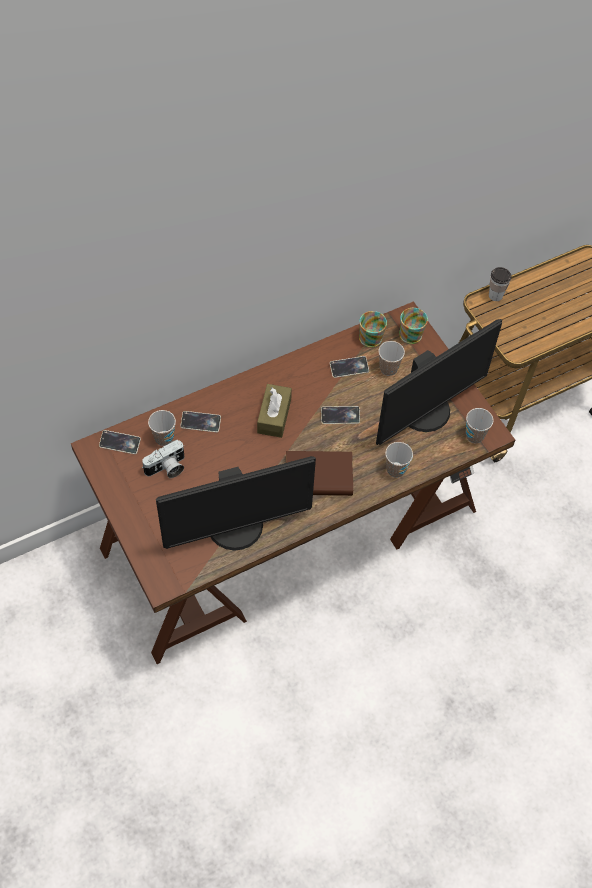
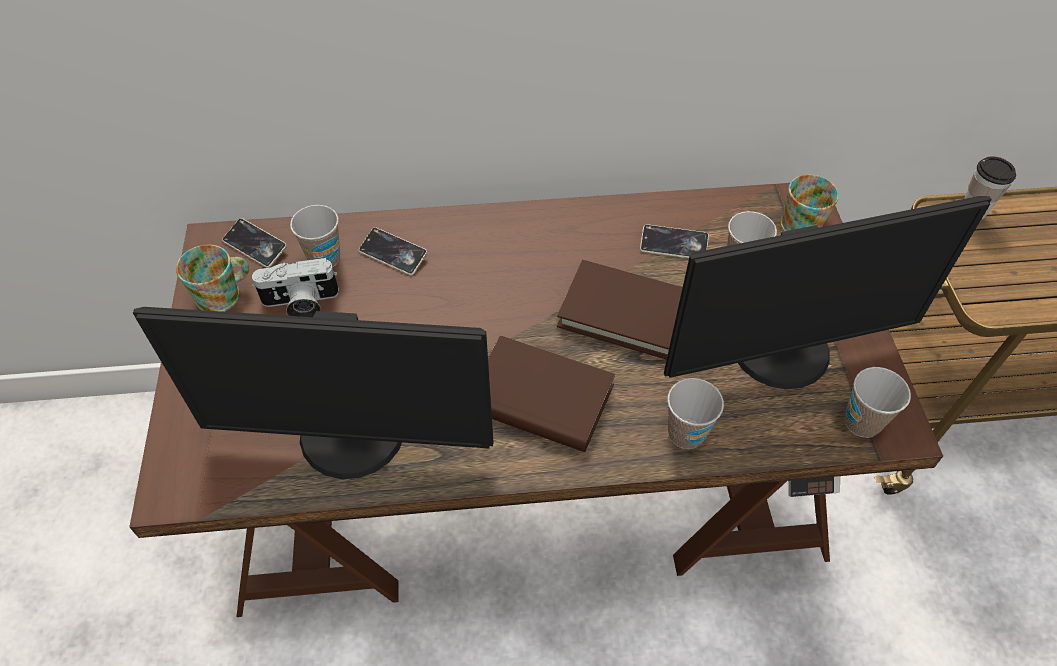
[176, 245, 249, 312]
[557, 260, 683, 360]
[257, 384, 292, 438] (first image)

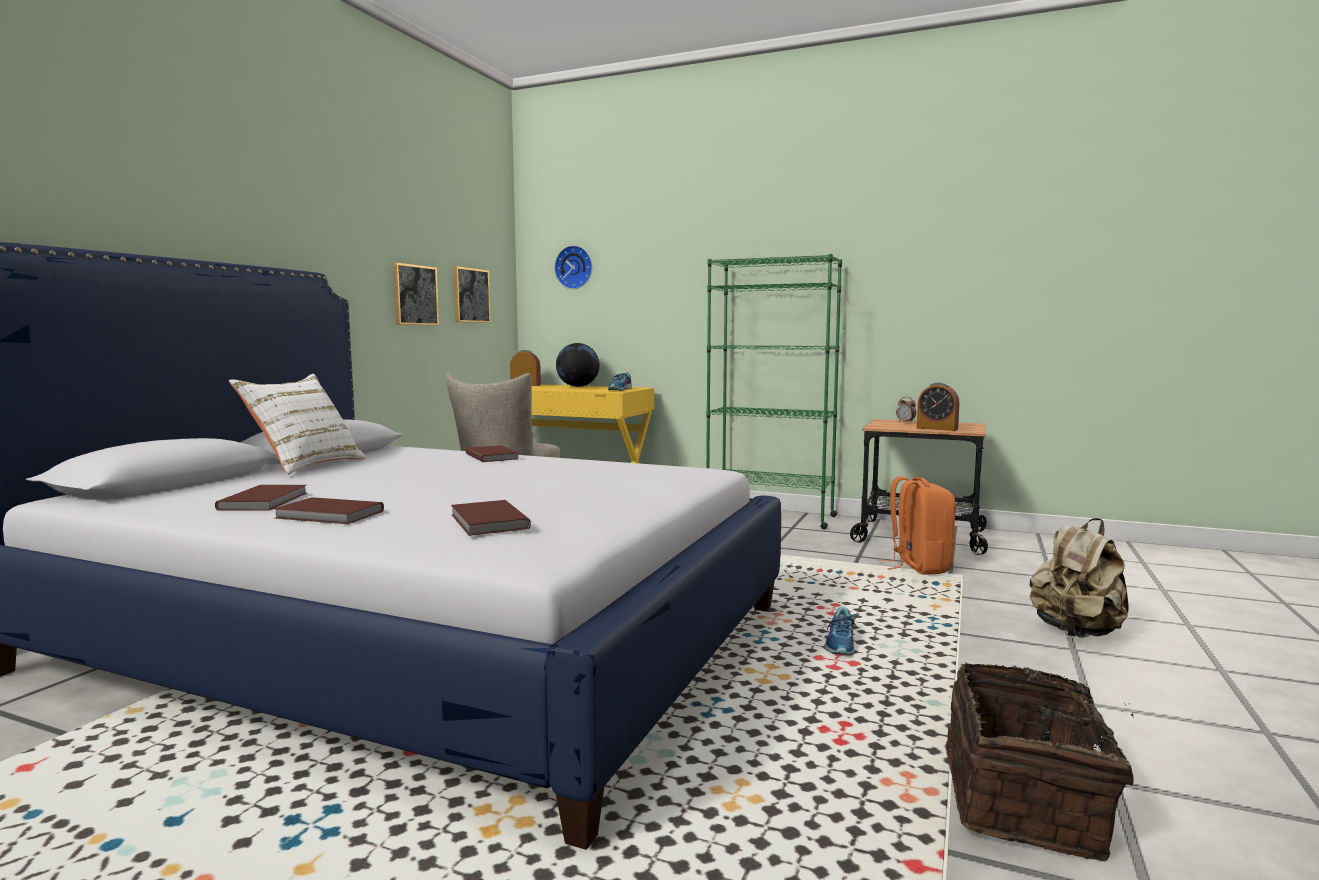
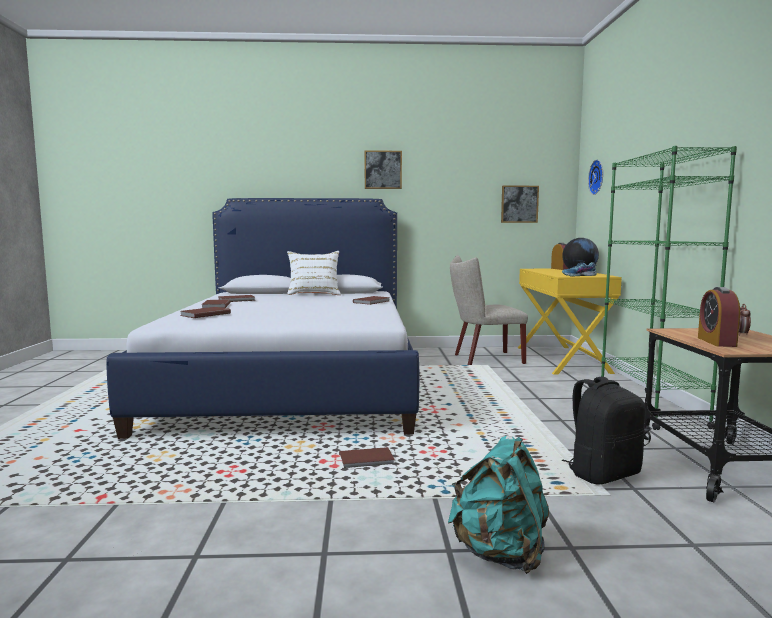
[339, 447, 395, 468]
[364, 150, 402, 189]
[448, 436, 549, 574]
[562, 376, 645, 484]
[946, 662, 1133, 862] (first image)

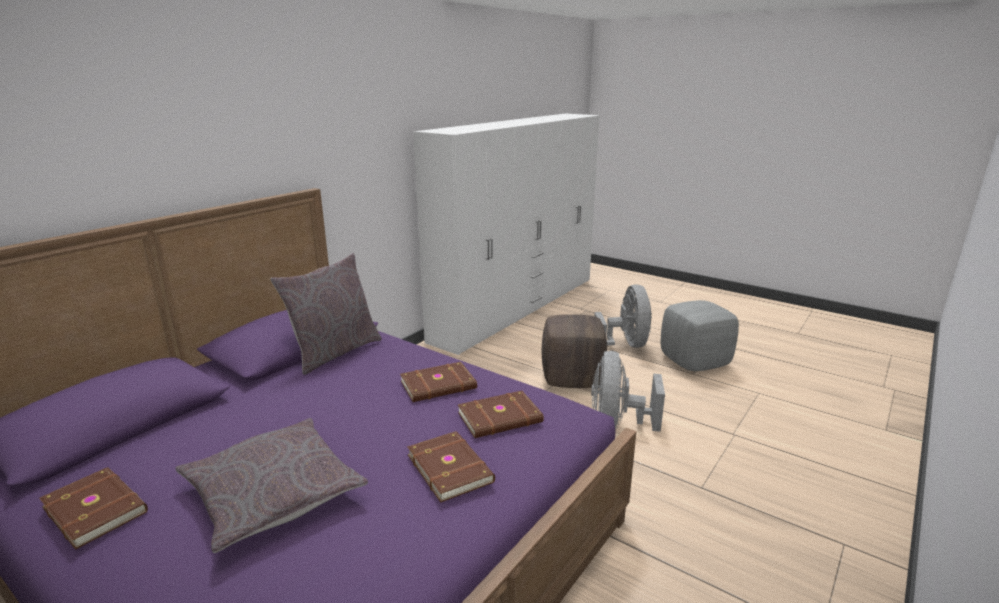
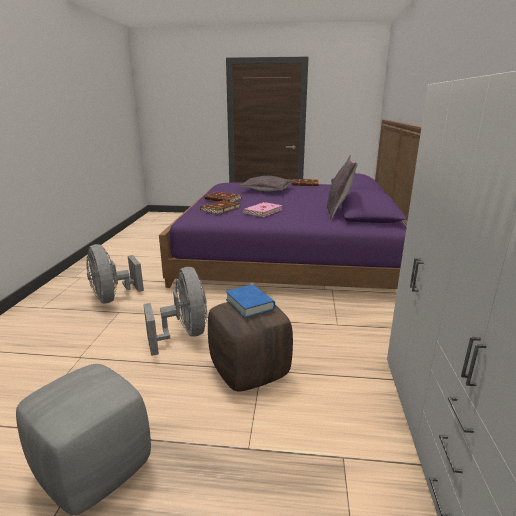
[86, 244, 144, 303]
[226, 285, 275, 318]
[243, 202, 283, 217]

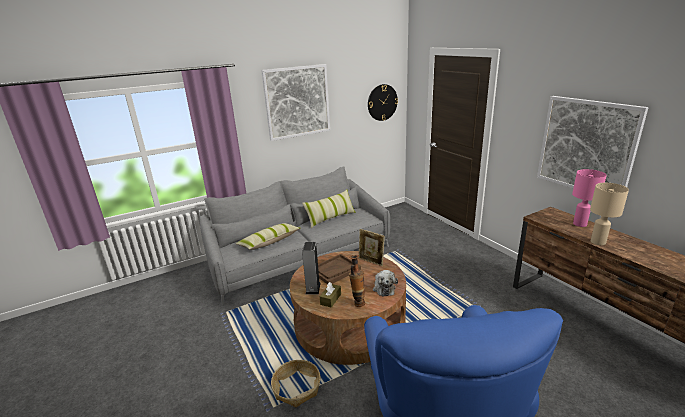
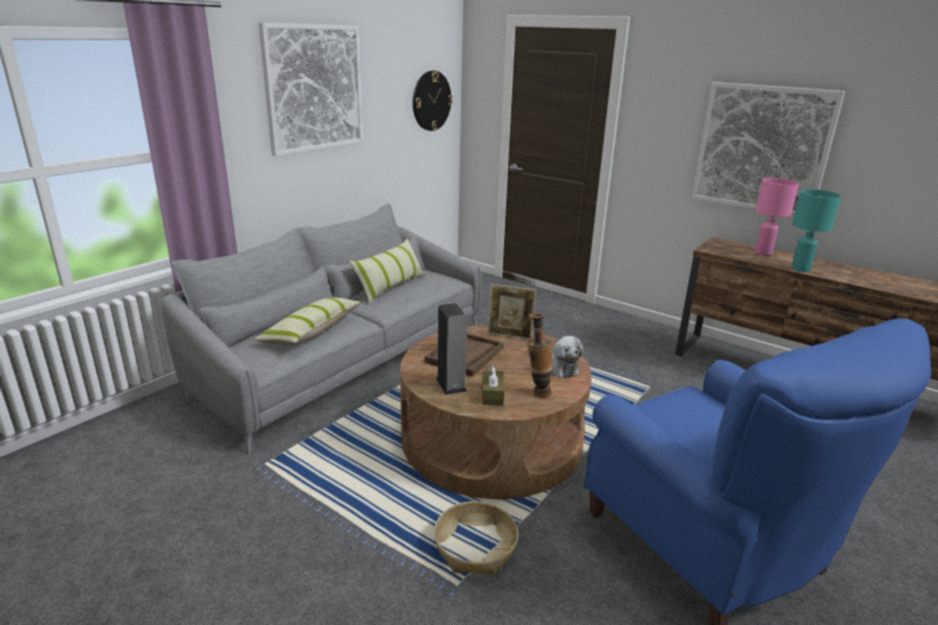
[791, 189, 841, 272]

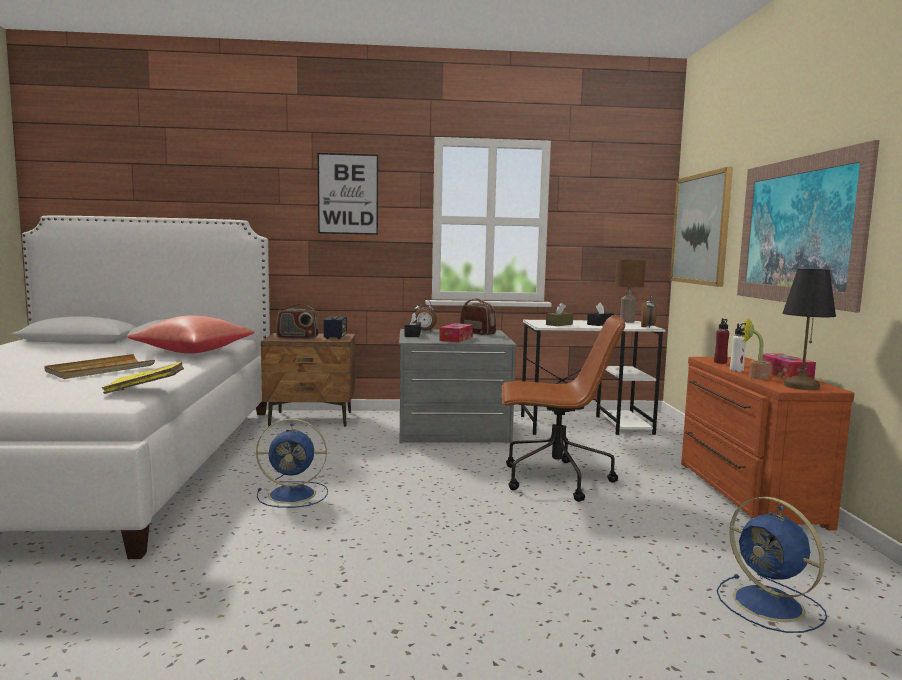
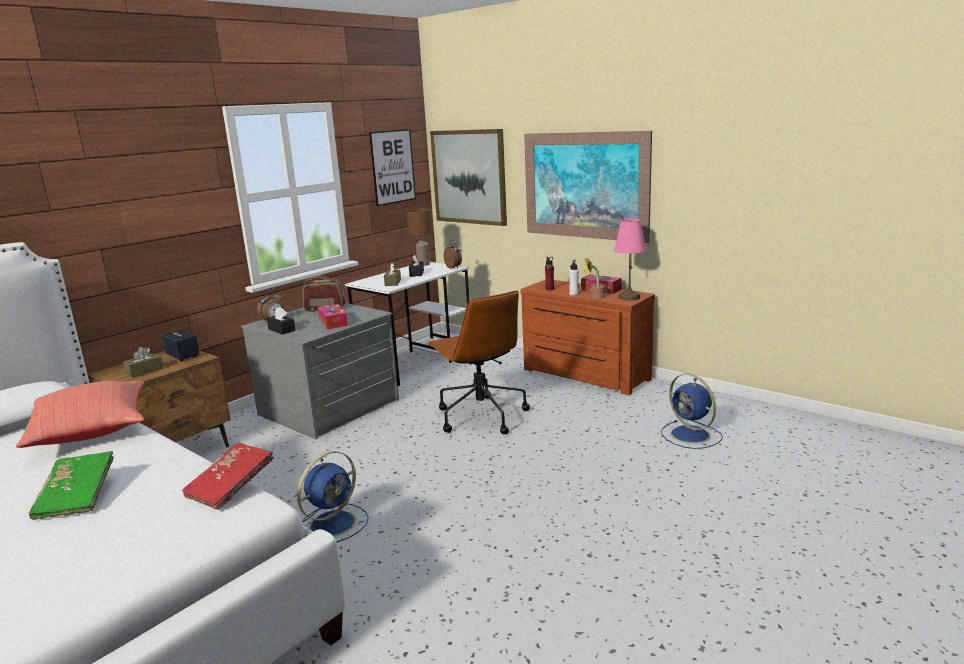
[29, 451, 114, 520]
[123, 347, 164, 378]
[182, 443, 274, 510]
[369, 129, 416, 206]
[427, 291, 530, 434]
[614, 219, 646, 301]
[661, 373, 723, 449]

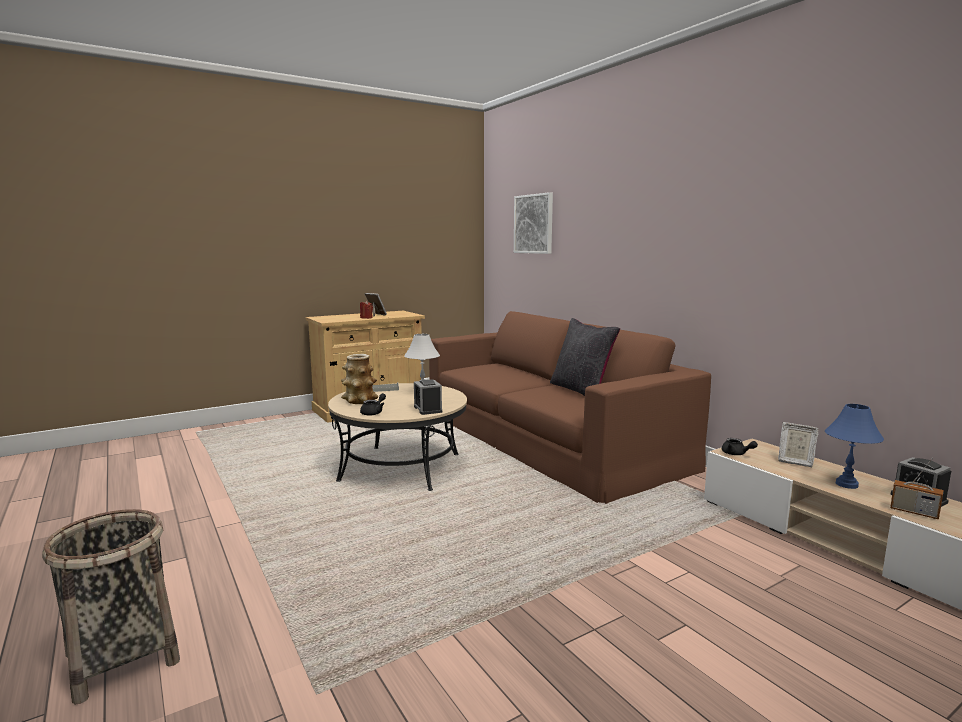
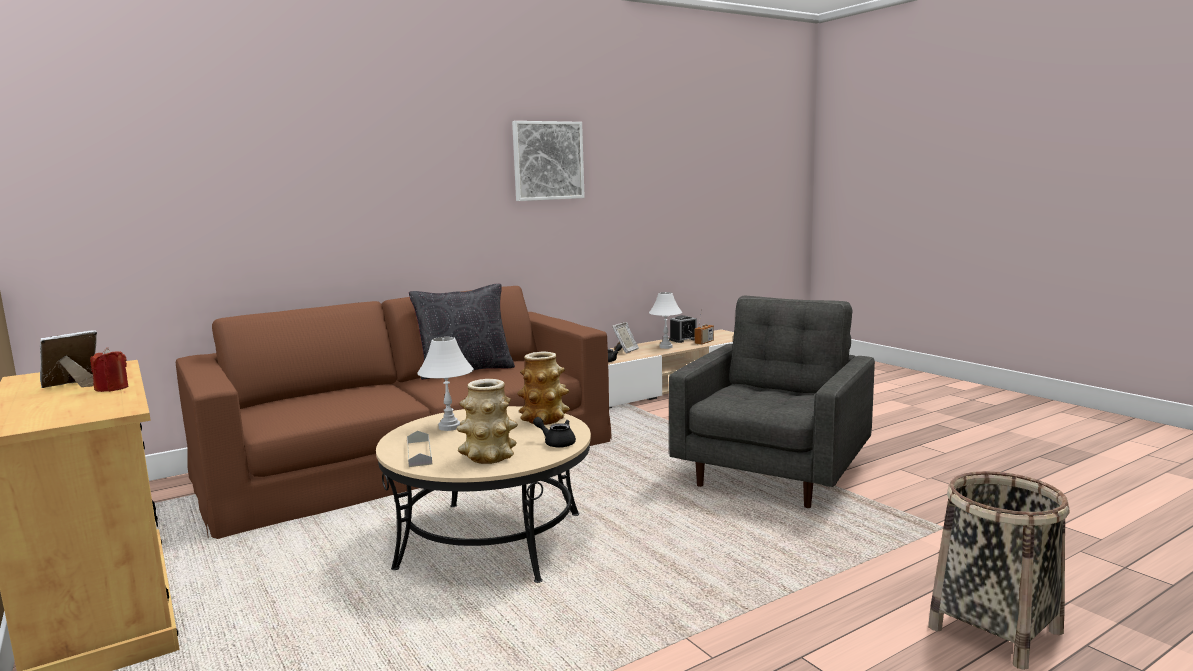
[512, 121, 585, 201]
[517, 351, 570, 425]
[649, 292, 682, 349]
[669, 296, 875, 508]

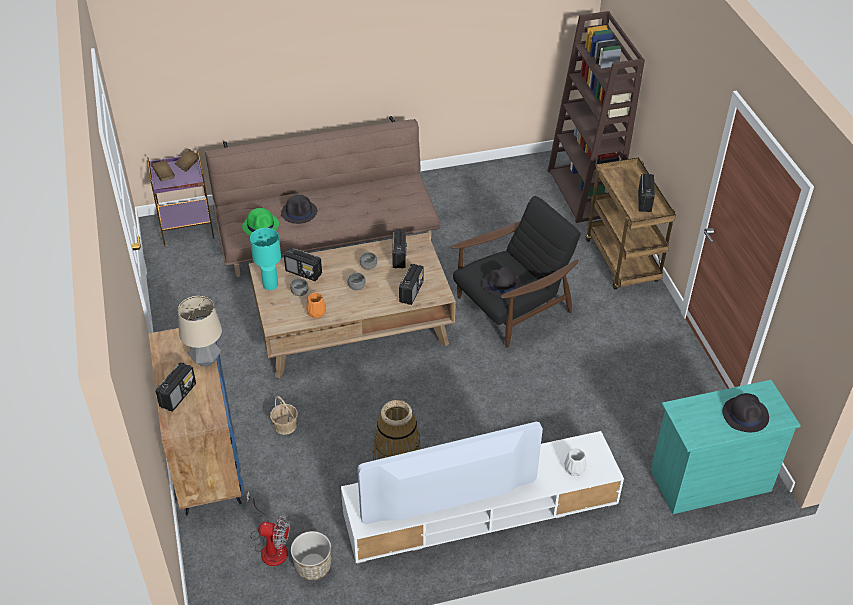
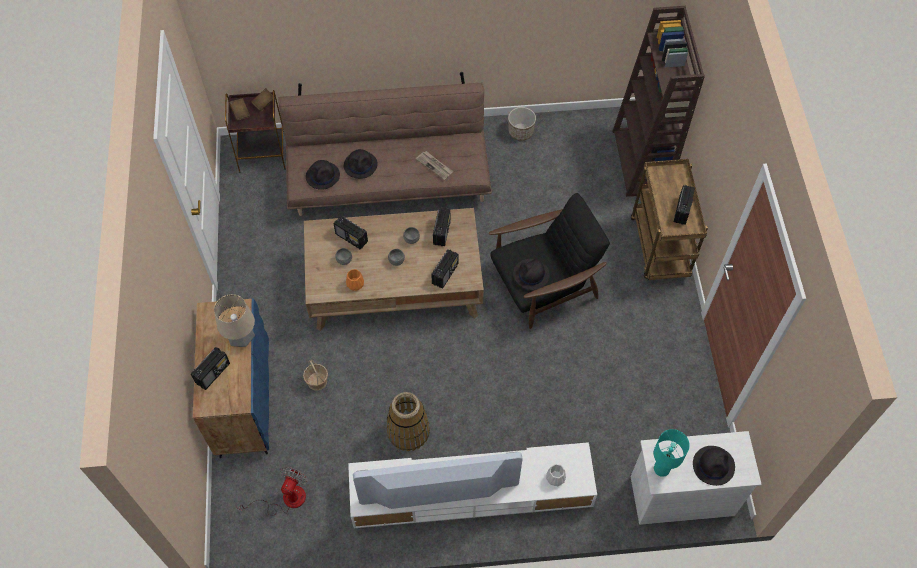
[225, 90, 286, 173]
[236, 467, 307, 516]
[306, 160, 340, 190]
[416, 151, 453, 180]
[508, 107, 536, 141]
[631, 431, 762, 525]
[654, 429, 690, 477]

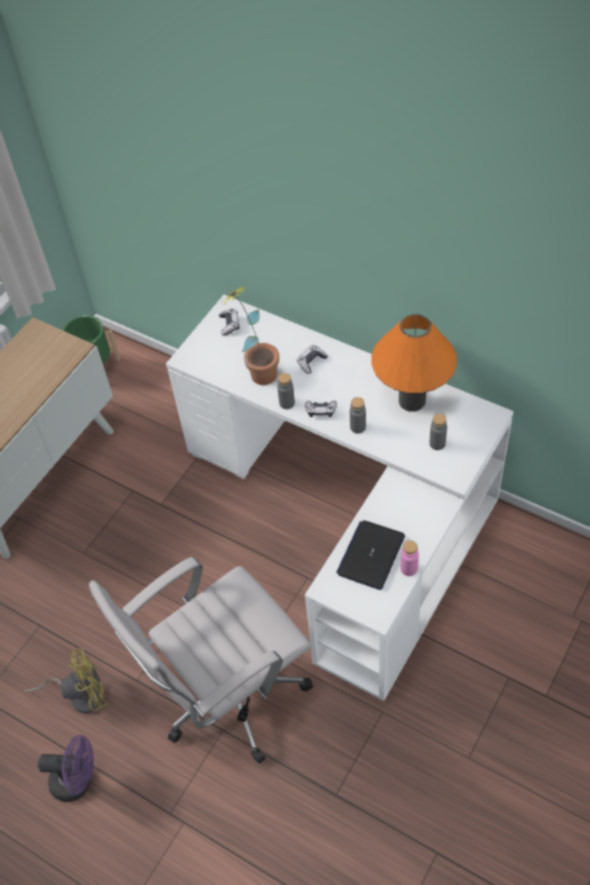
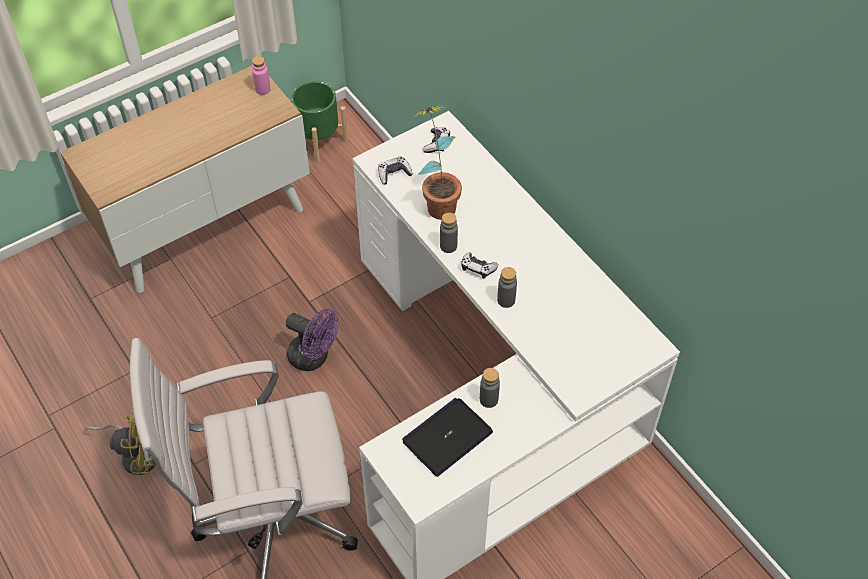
[252, 56, 271, 95]
[286, 309, 338, 371]
[378, 156, 413, 184]
[480, 368, 500, 408]
[371, 314, 457, 412] (first image)

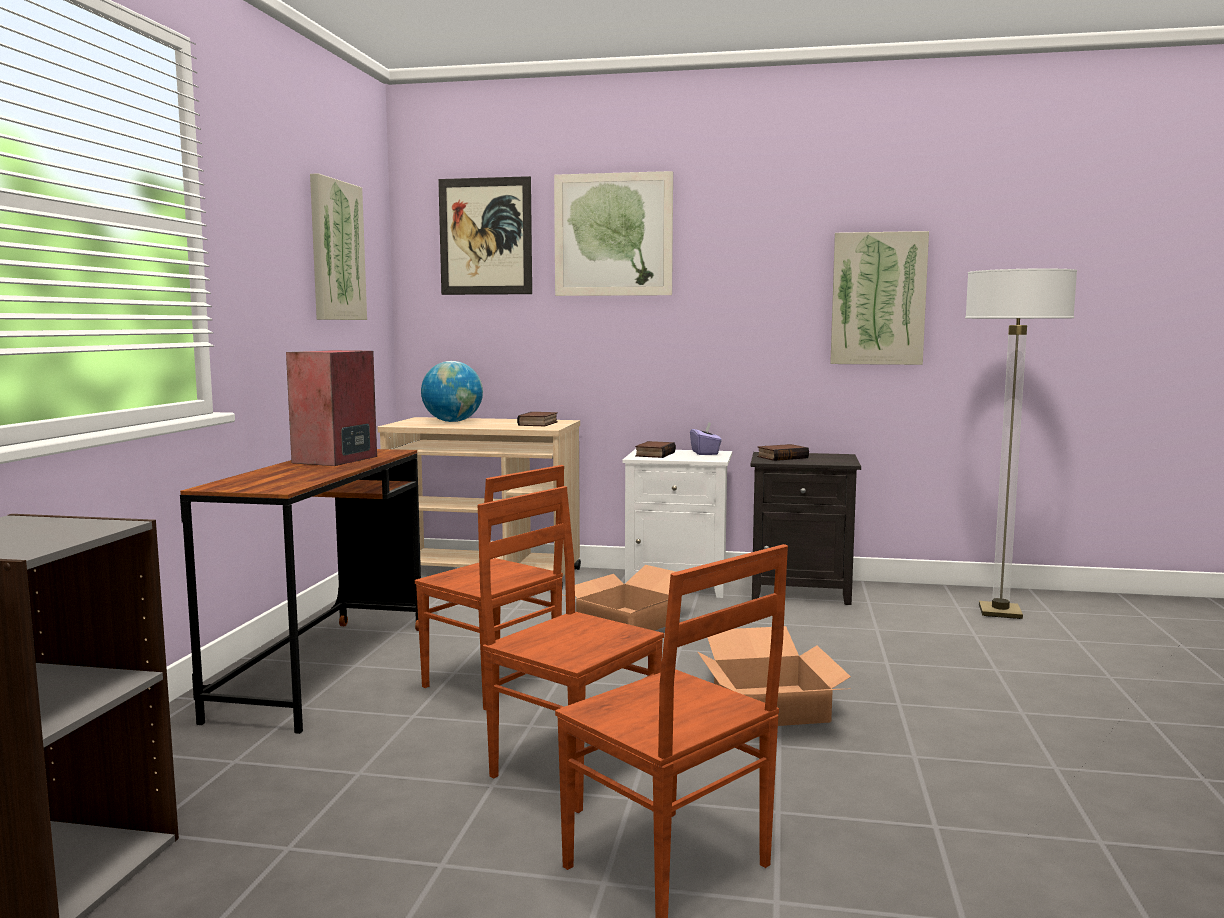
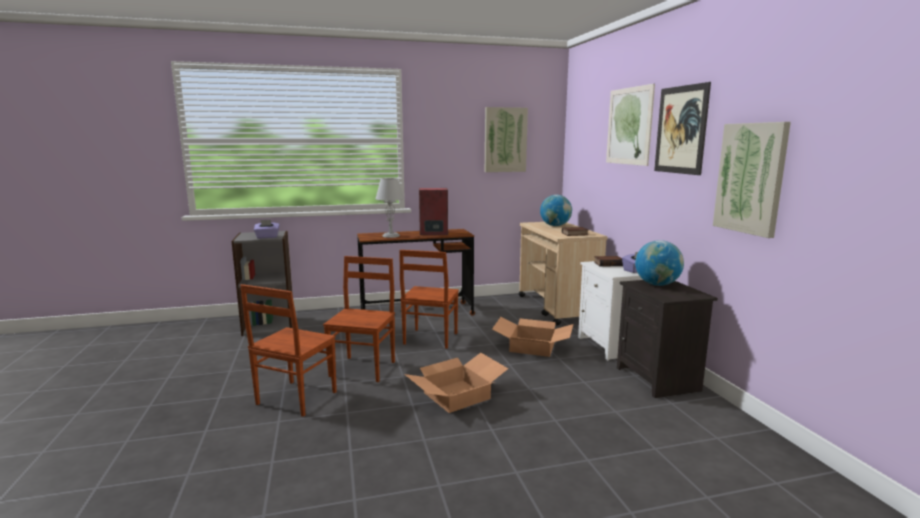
[254, 220, 280, 238]
[375, 178, 404, 238]
[635, 240, 684, 286]
[654, 82, 711, 175]
[965, 268, 1077, 619] (first image)

